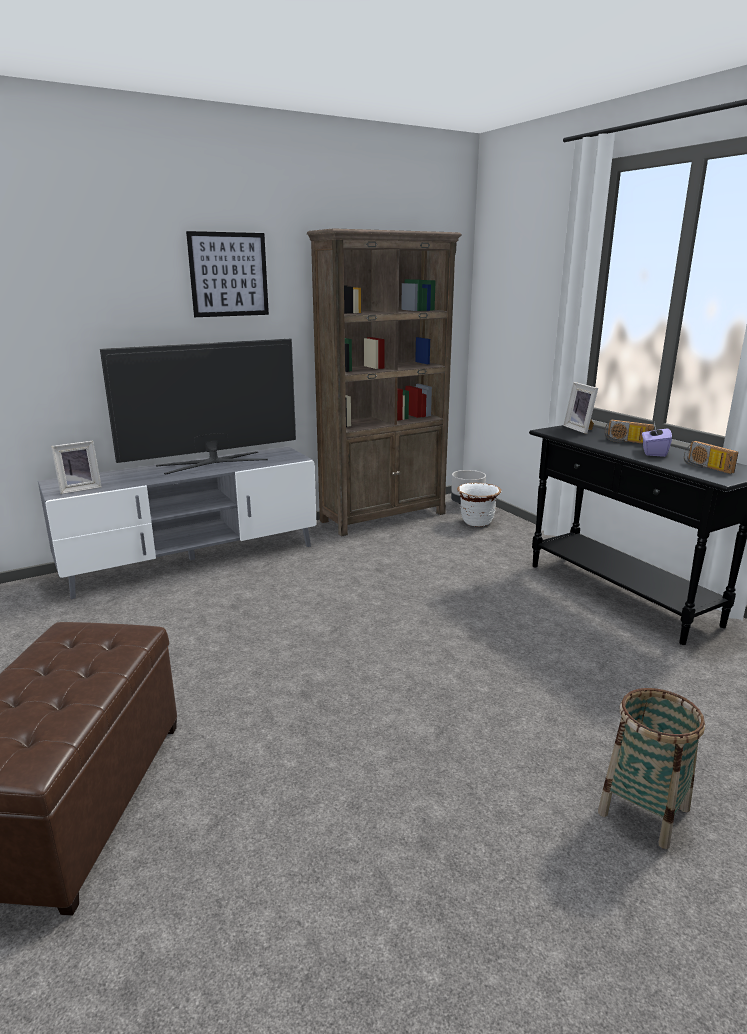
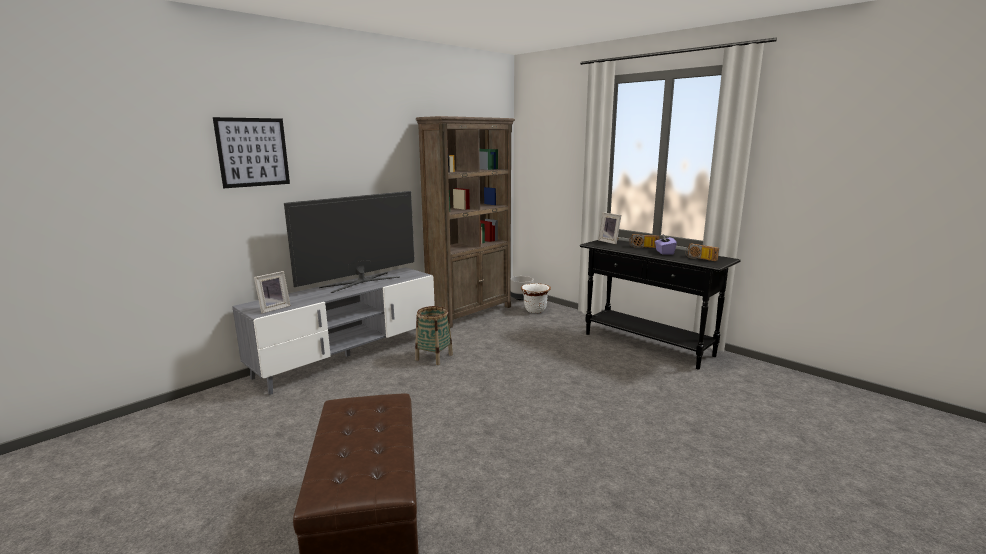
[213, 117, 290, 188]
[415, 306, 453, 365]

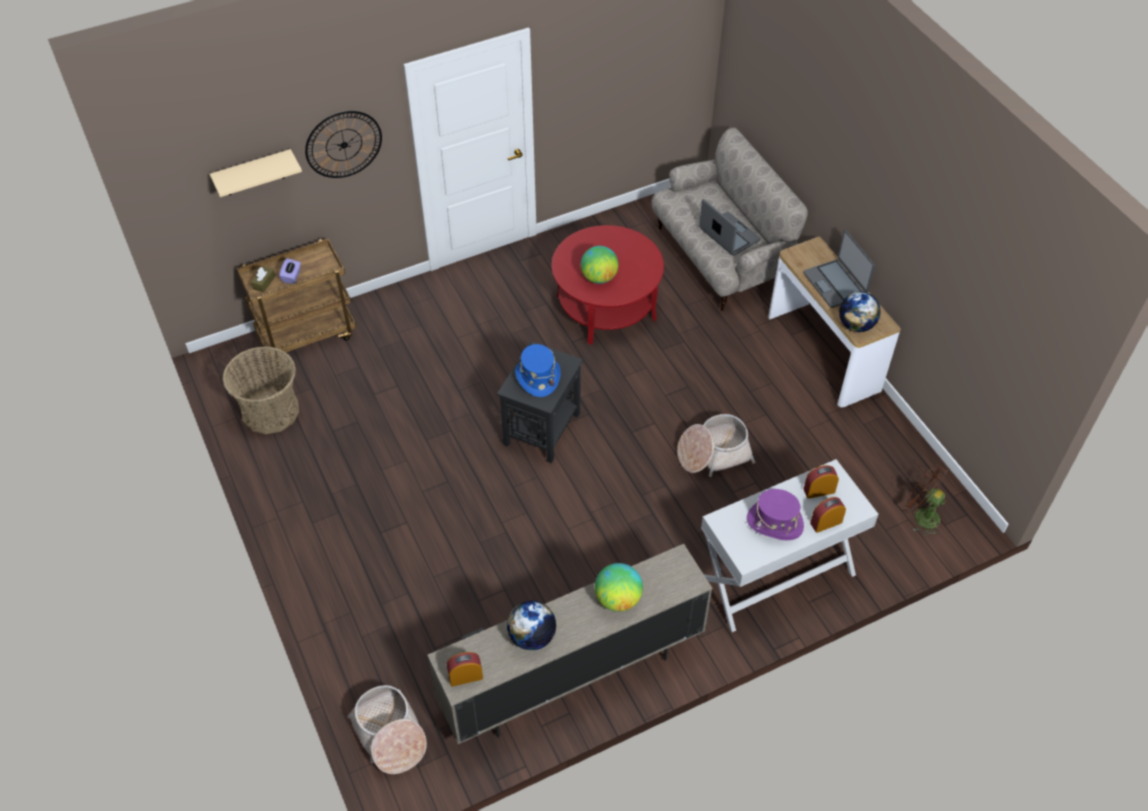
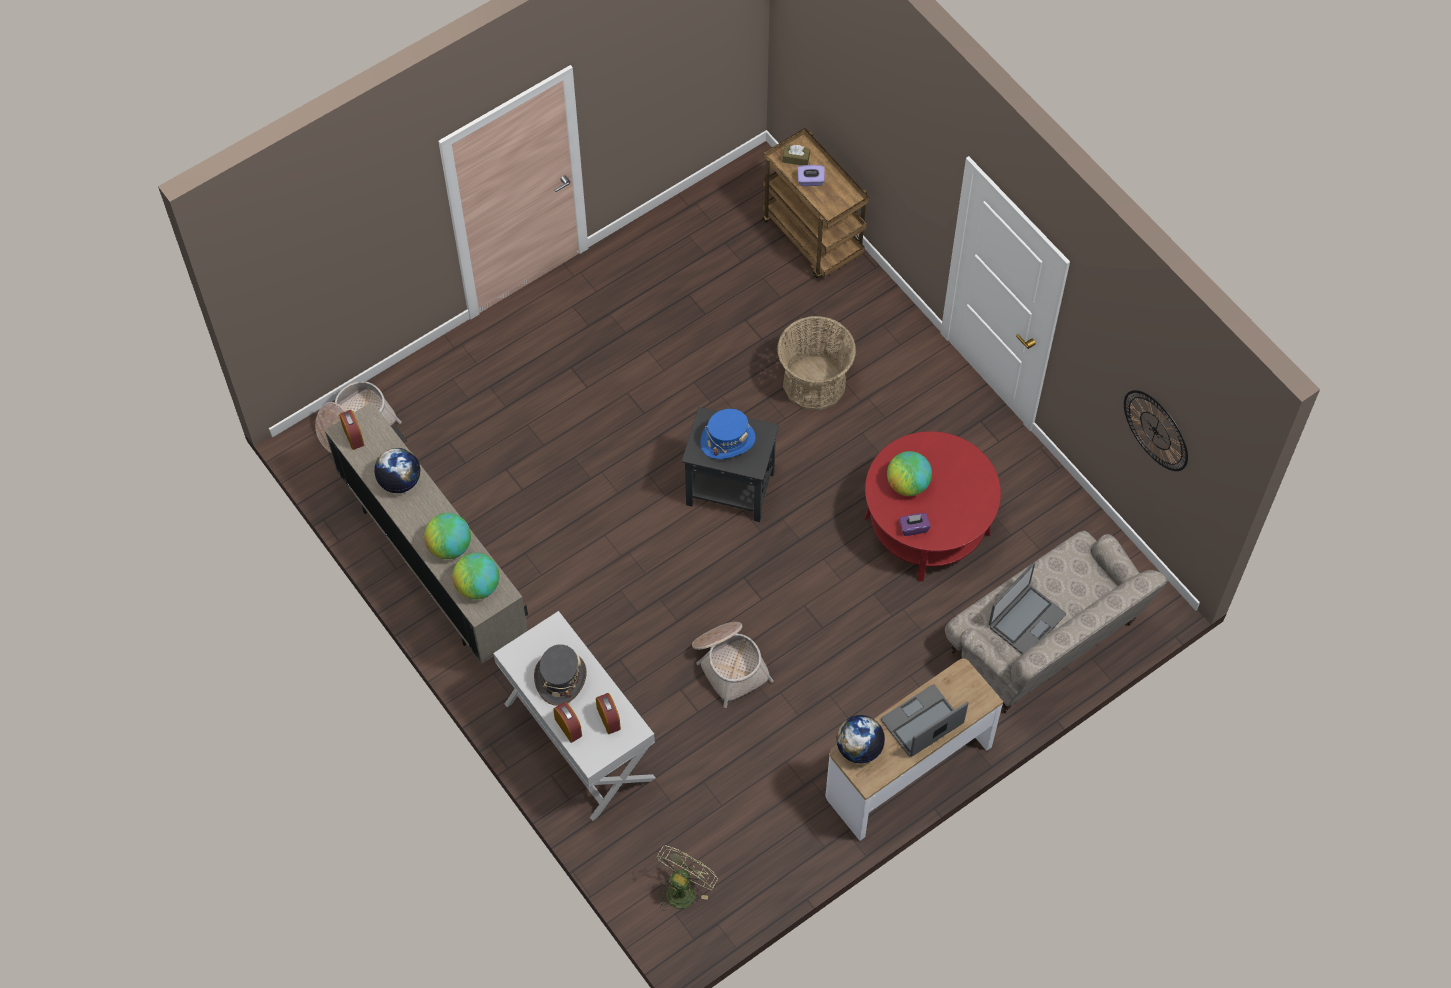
[452, 553, 499, 600]
[534, 644, 587, 706]
[656, 845, 718, 911]
[777, 316, 856, 411]
[899, 513, 931, 536]
[1124, 390, 1188, 471]
[210, 149, 302, 197] (first image)

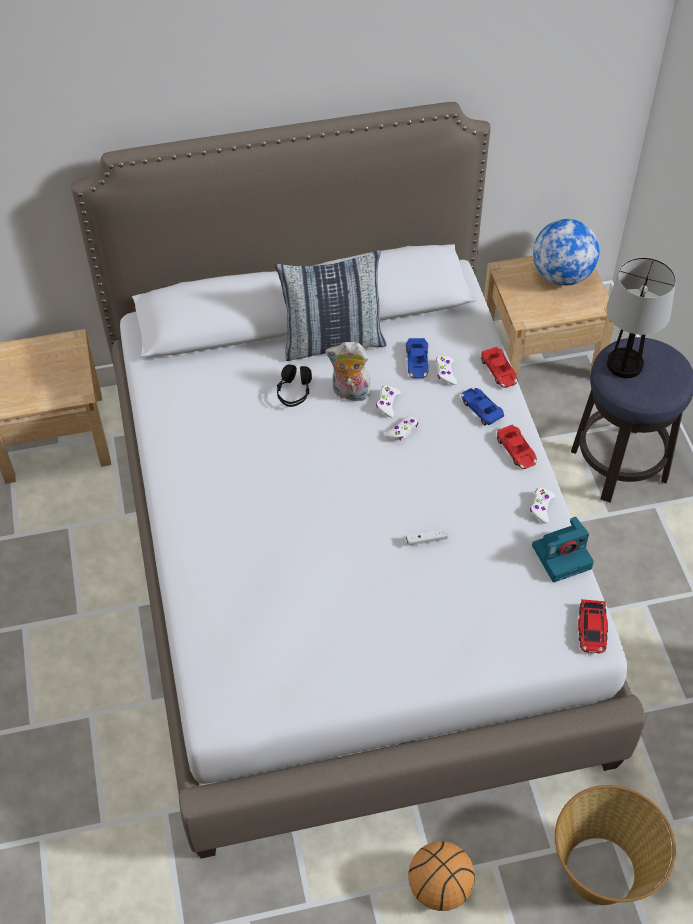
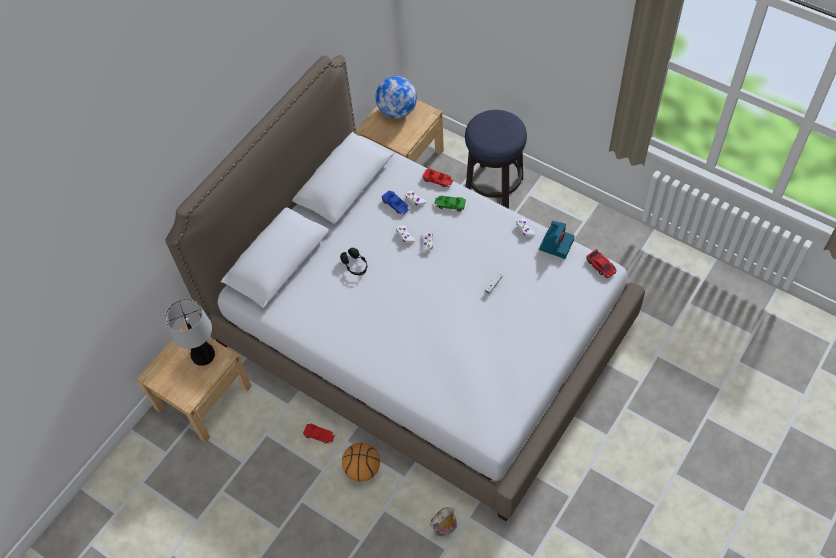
[165, 299, 215, 366]
[303, 424, 335, 443]
[342, 443, 380, 482]
[430, 507, 457, 536]
[434, 196, 466, 211]
[275, 250, 387, 361] (first image)
[555, 785, 676, 906] (first image)

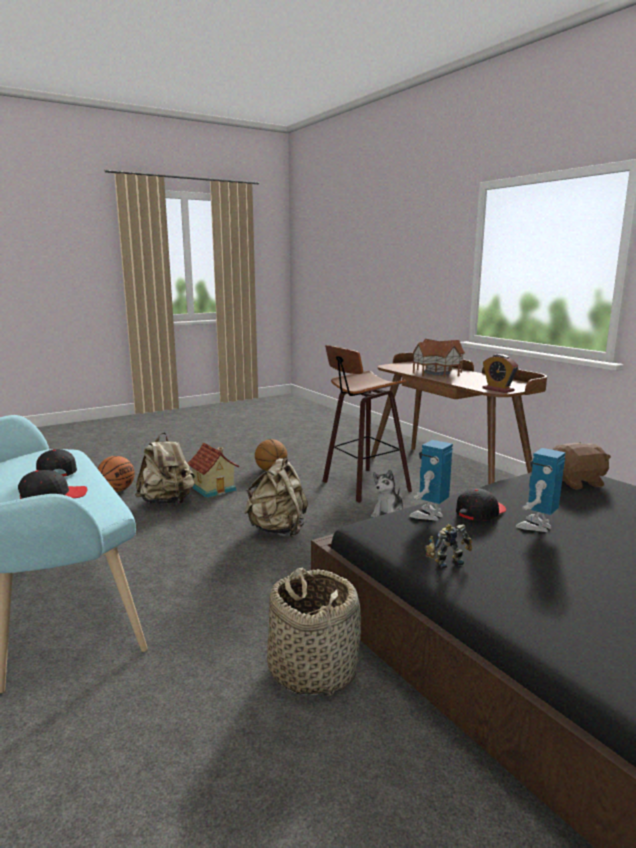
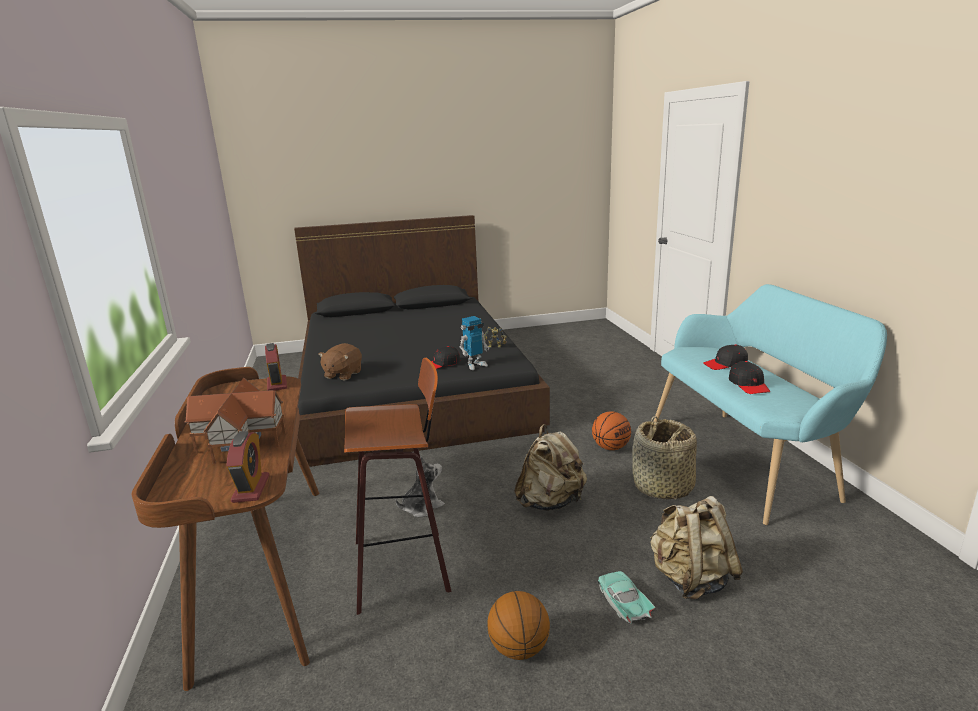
[226, 431, 269, 503]
[318, 343, 362, 381]
[592, 411, 631, 450]
[598, 571, 656, 624]
[632, 416, 697, 499]
[516, 448, 566, 532] (first image)

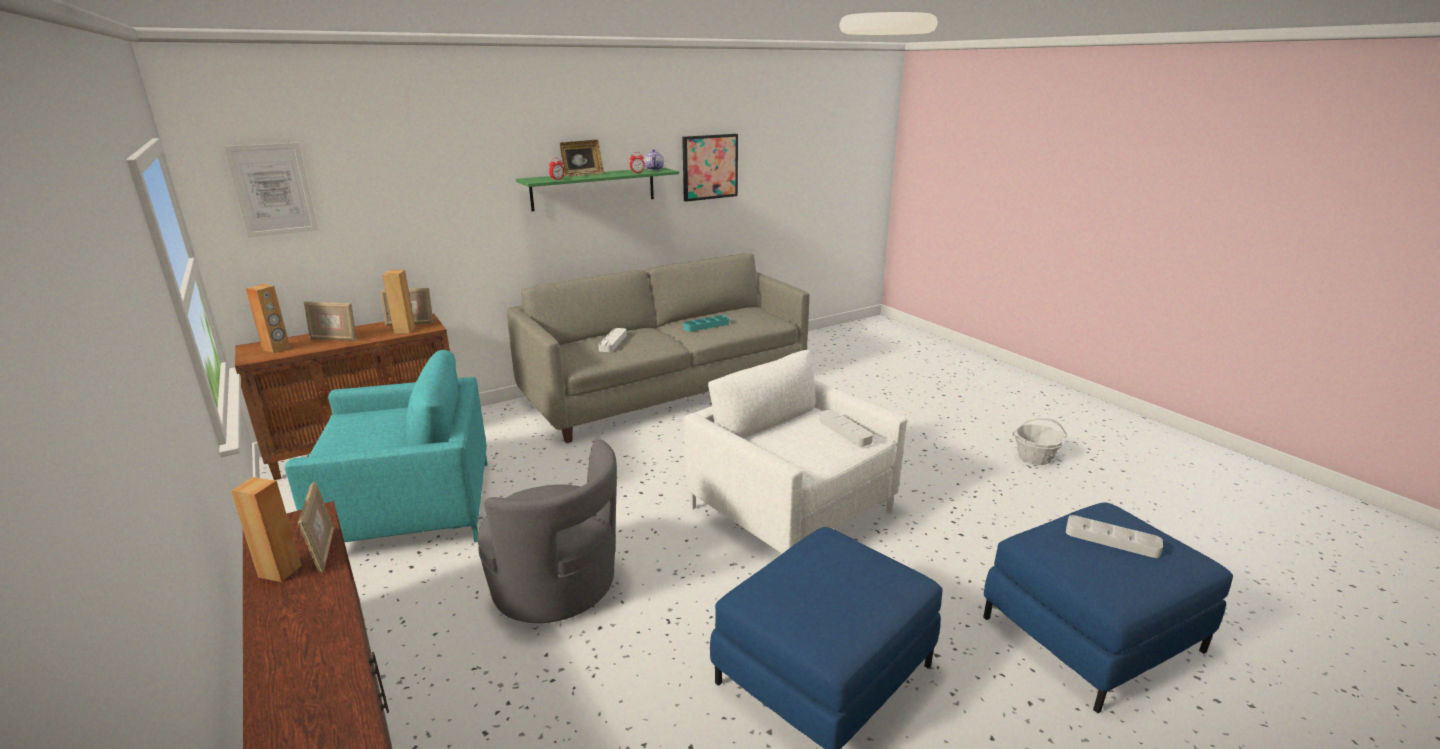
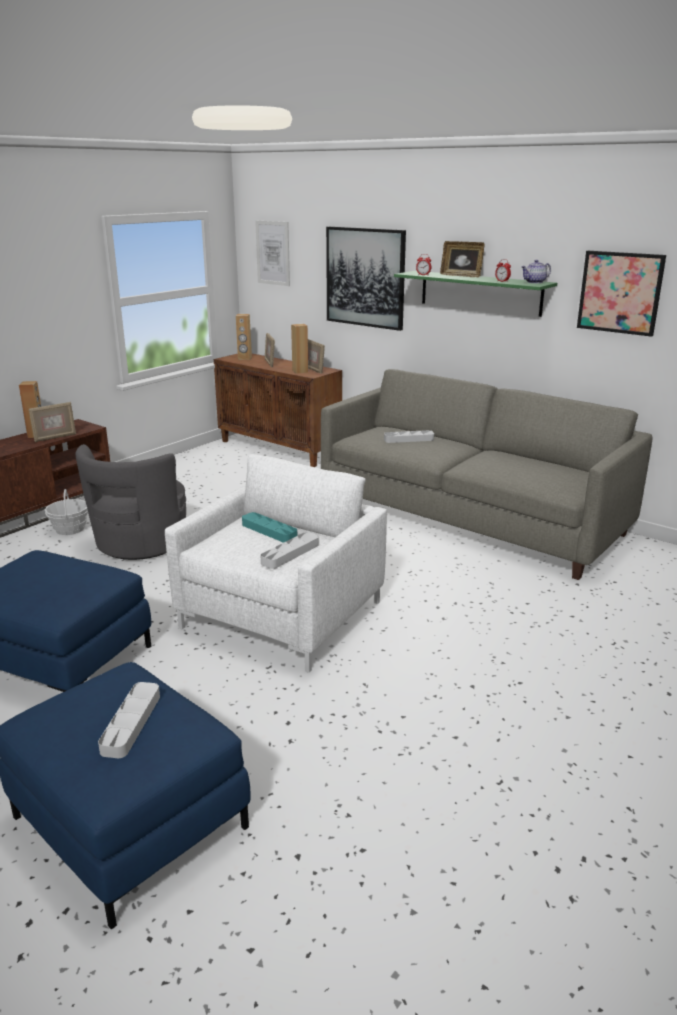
[45, 489, 88, 535]
[242, 512, 297, 543]
[326, 227, 406, 331]
[285, 350, 488, 543] (first image)

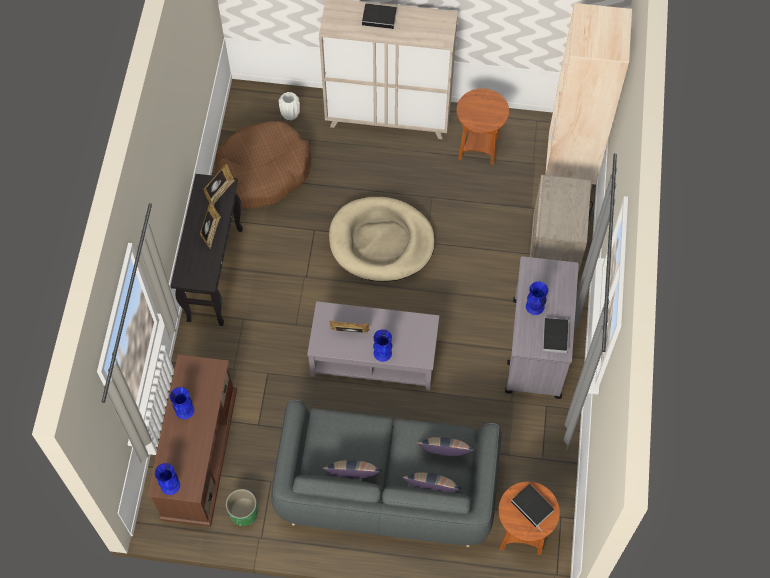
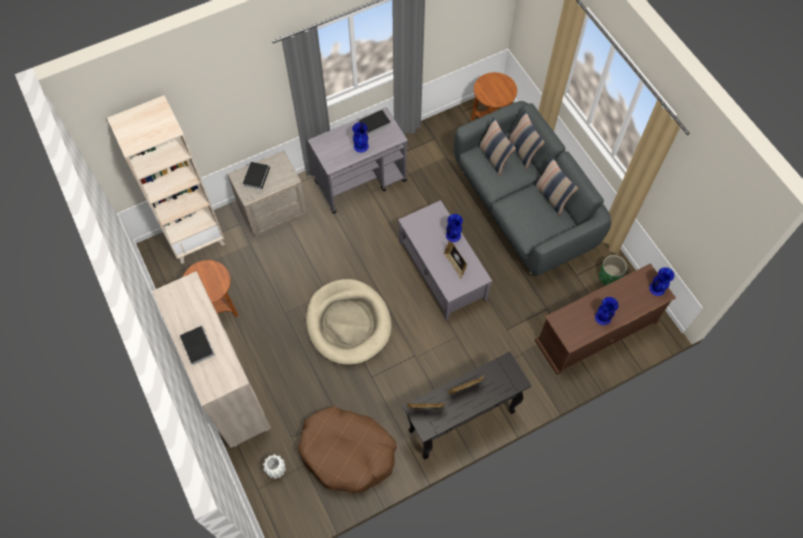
[243, 162, 270, 190]

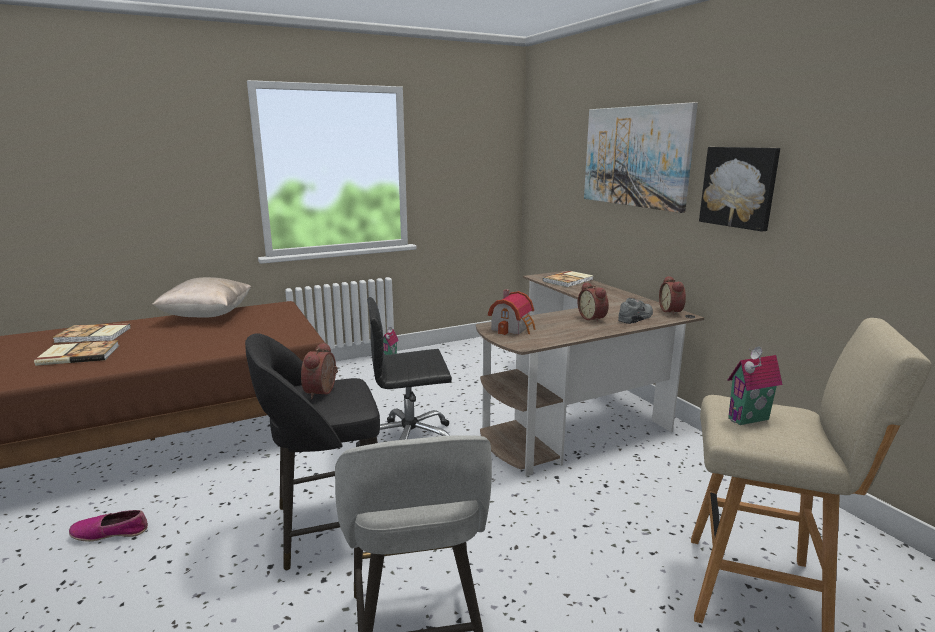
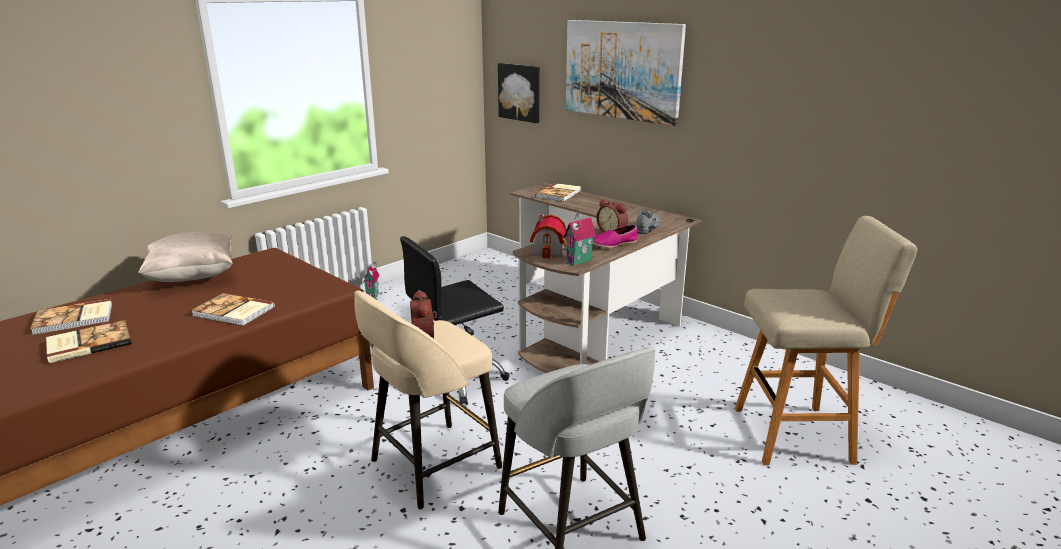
[191, 293, 275, 326]
[354, 290, 502, 510]
[498, 63, 540, 123]
[563, 213, 596, 266]
[592, 225, 637, 248]
[659, 276, 686, 315] (first image)

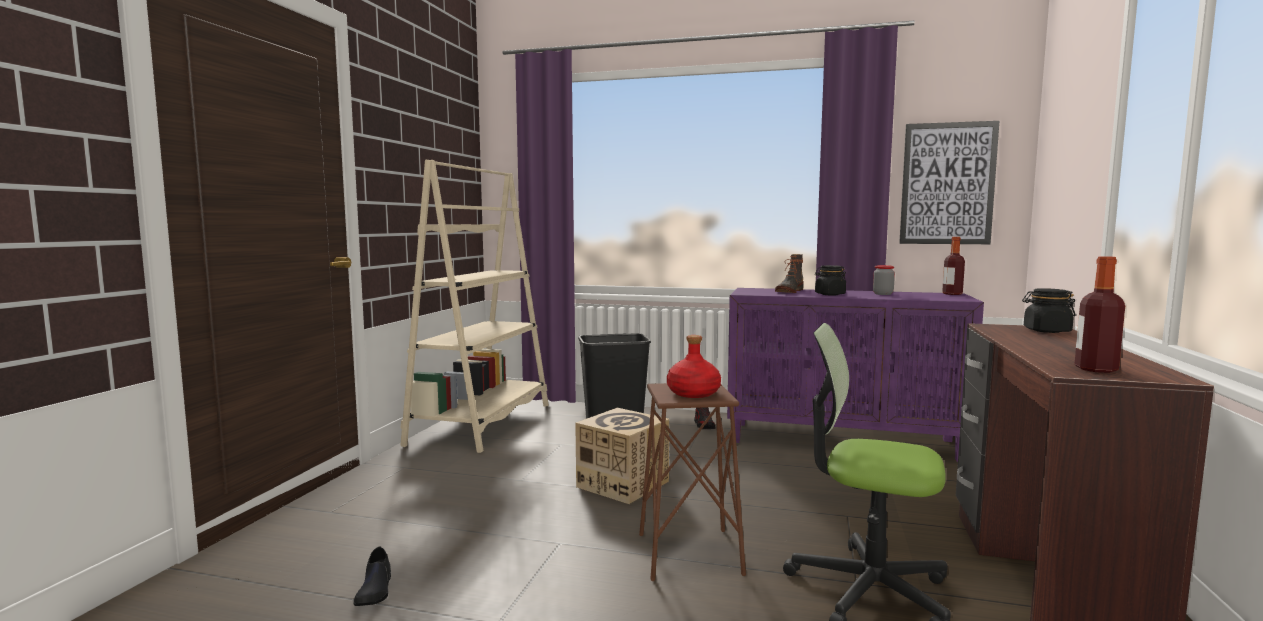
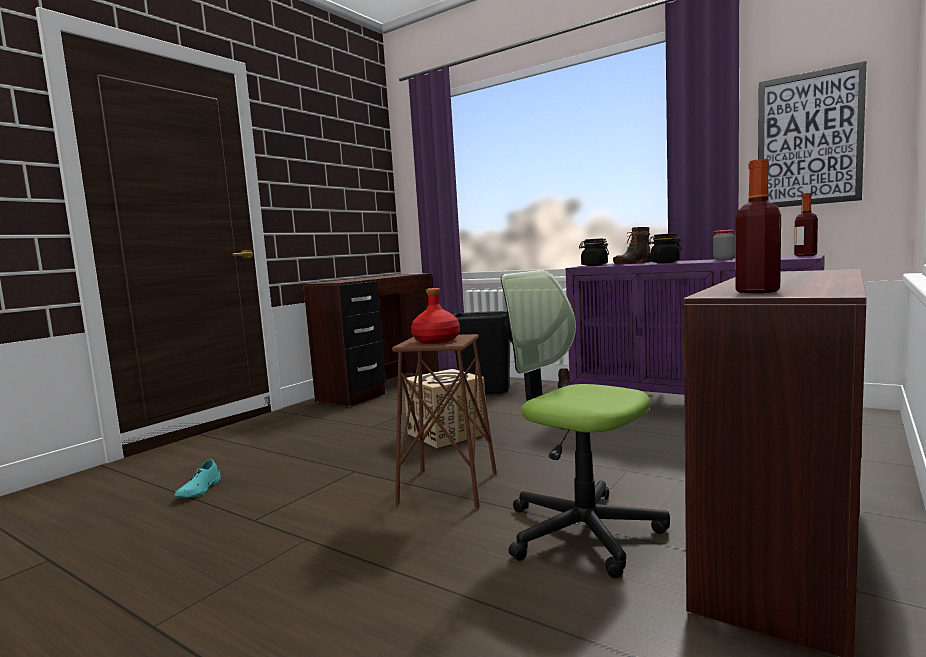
[174, 459, 221, 498]
[303, 273, 439, 407]
[579, 238, 609, 266]

